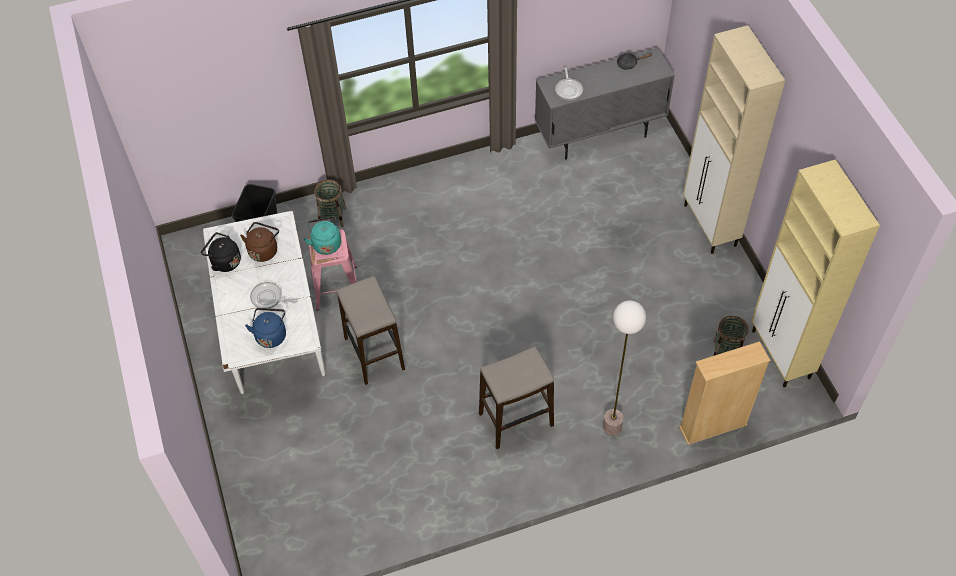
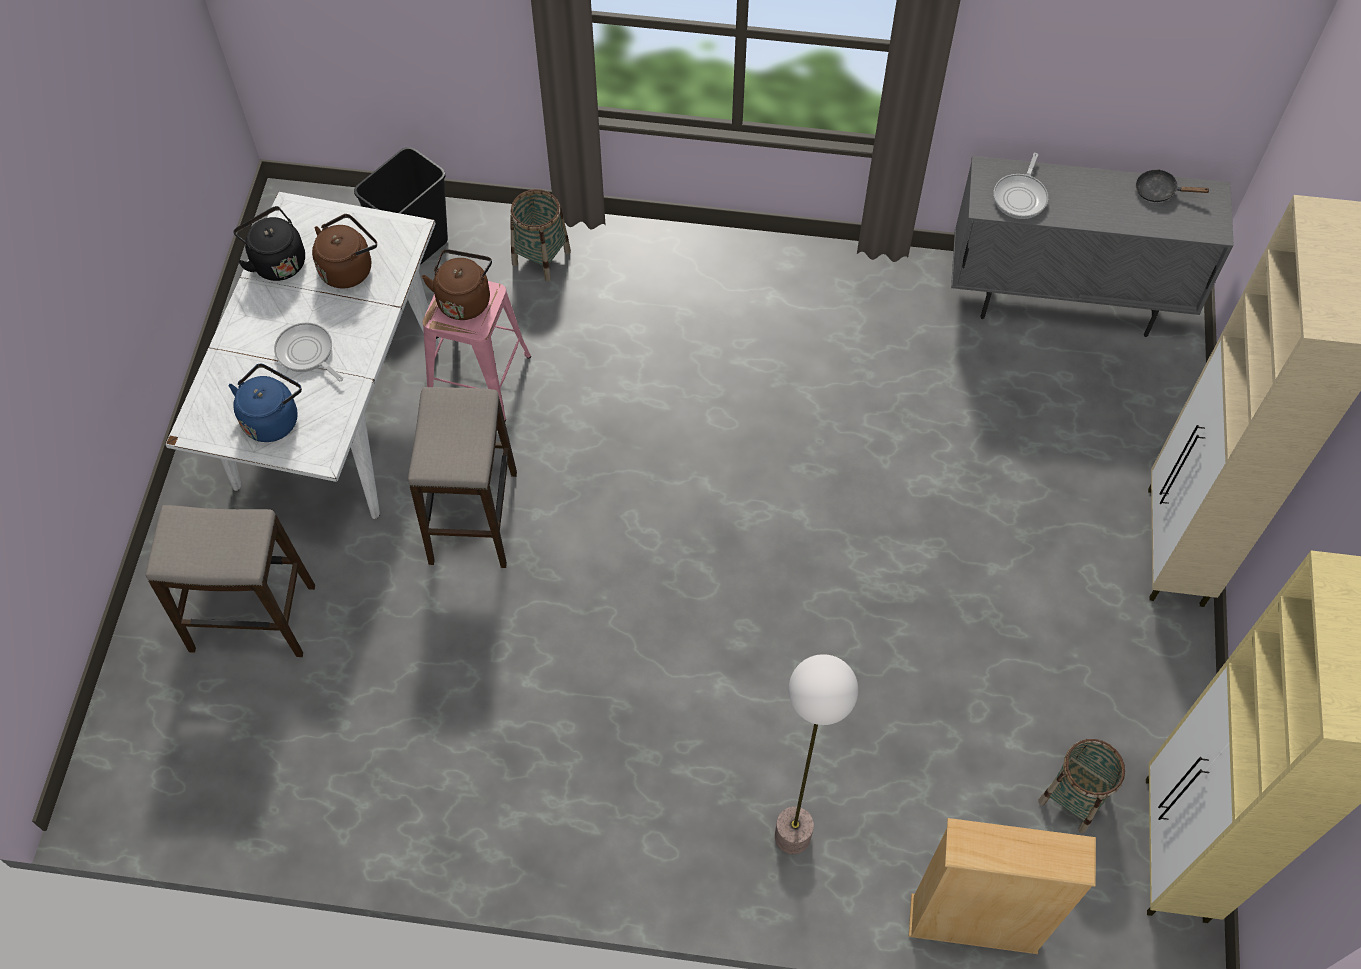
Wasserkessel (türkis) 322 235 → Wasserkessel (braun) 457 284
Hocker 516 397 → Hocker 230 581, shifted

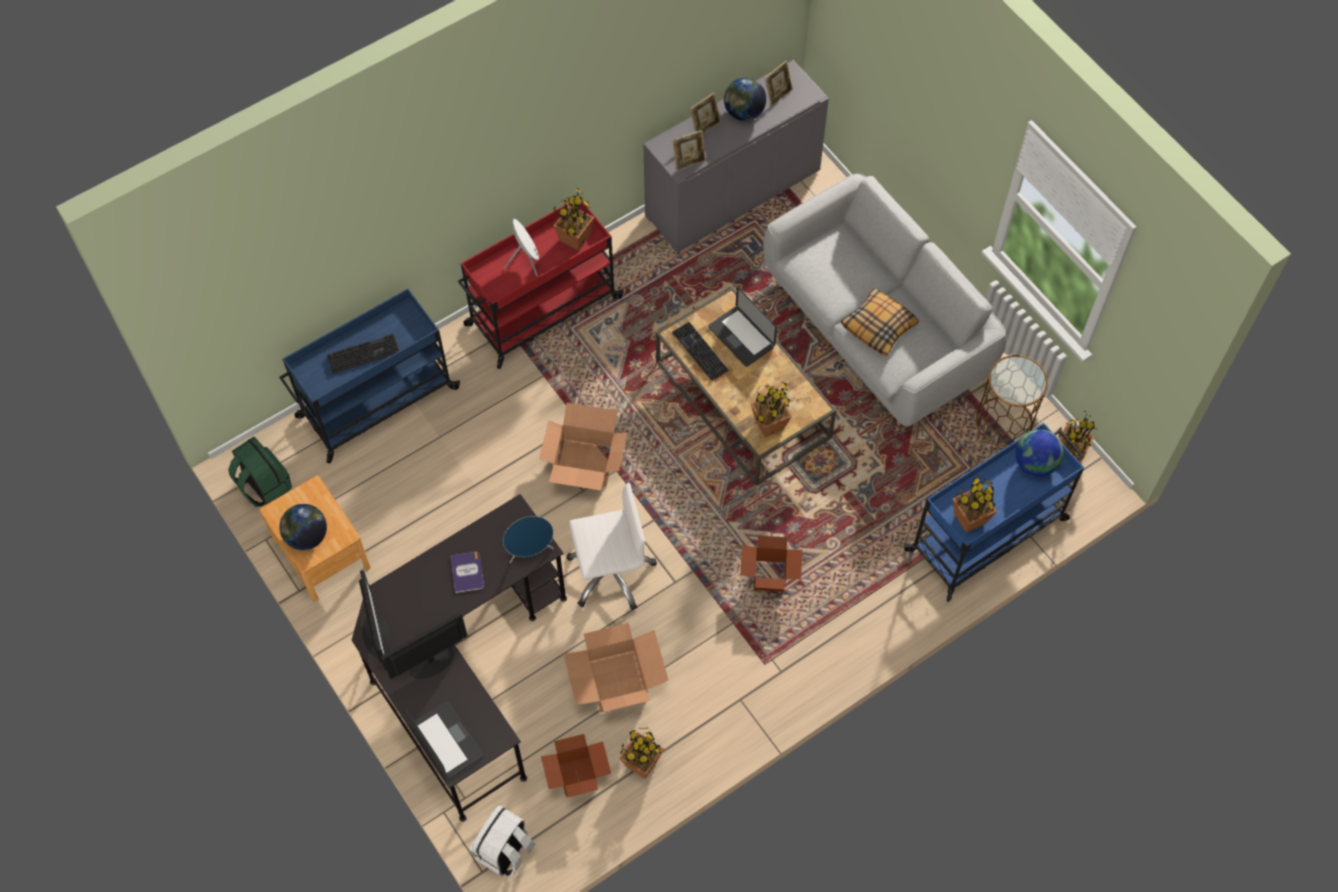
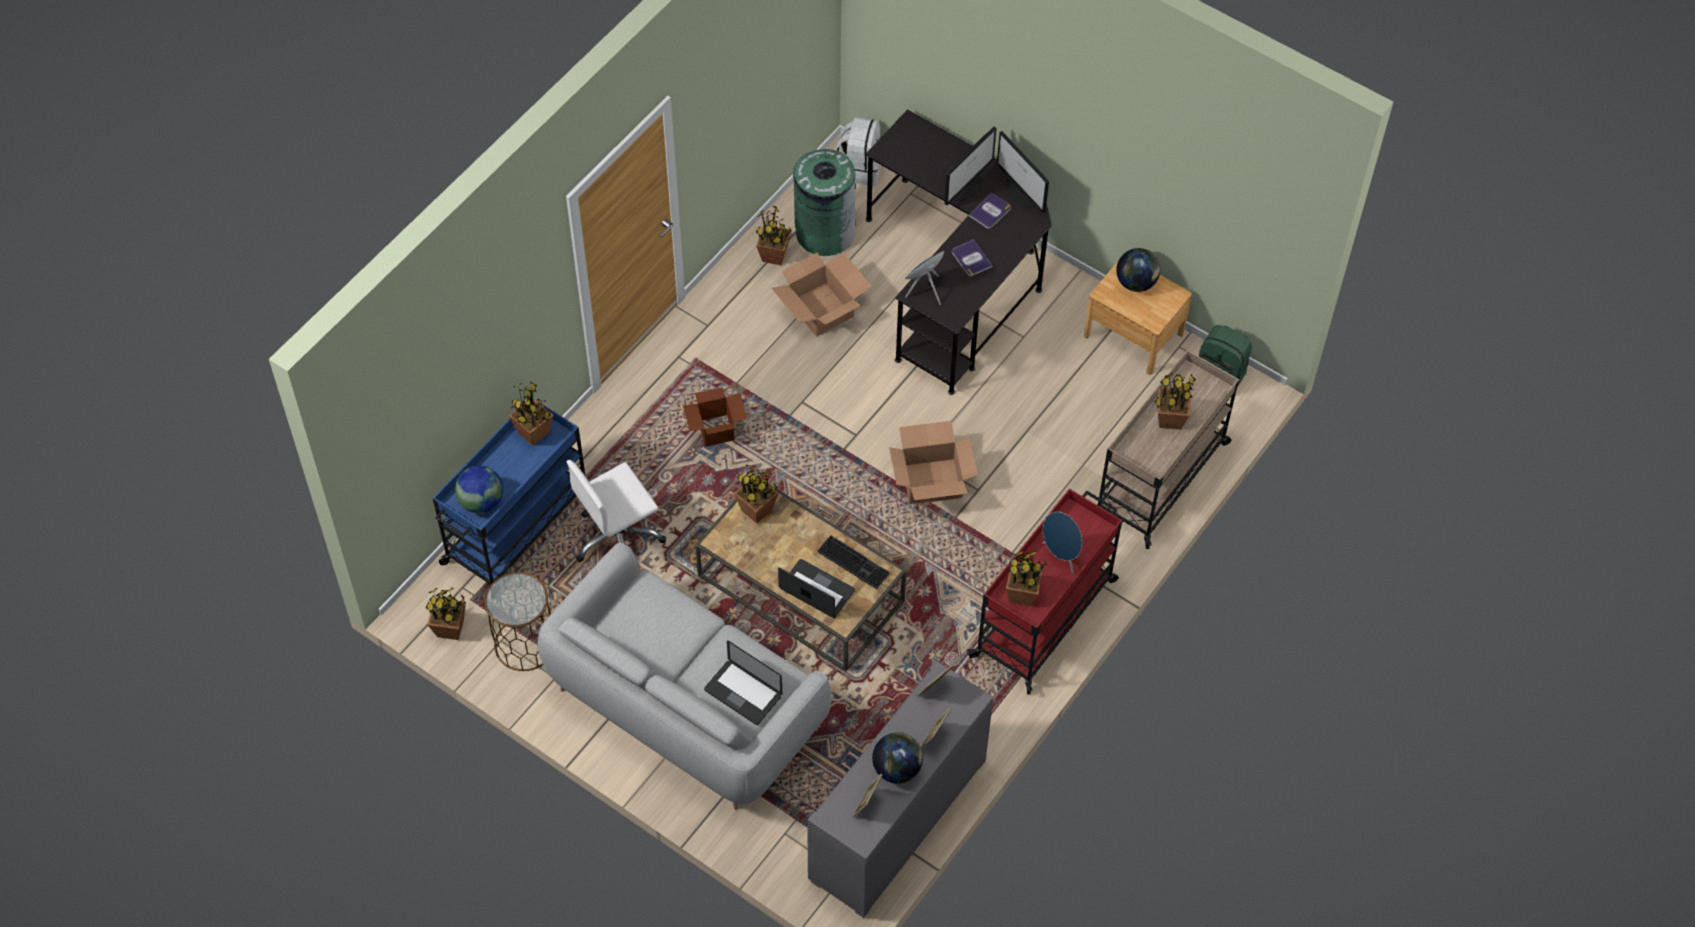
Lautsprecher (weiß) 521 247 → Lautsprecher (blau) 1062 543
Kissen 880 322 → -
Rollwagen (blau) 369 376 → Rollwagen (beige) 1168 449
Tastatur 363 354 → Topfpflanze 1175 401
Bürostuhl (weiß) 611 546 → Bürostuhl (weiß) 616 511, shifted
Laptop 445 740 → Laptop 743 682, shifted
Karton 576 765 → Mülleimer (grün) 824 201
- → Buch 990 211

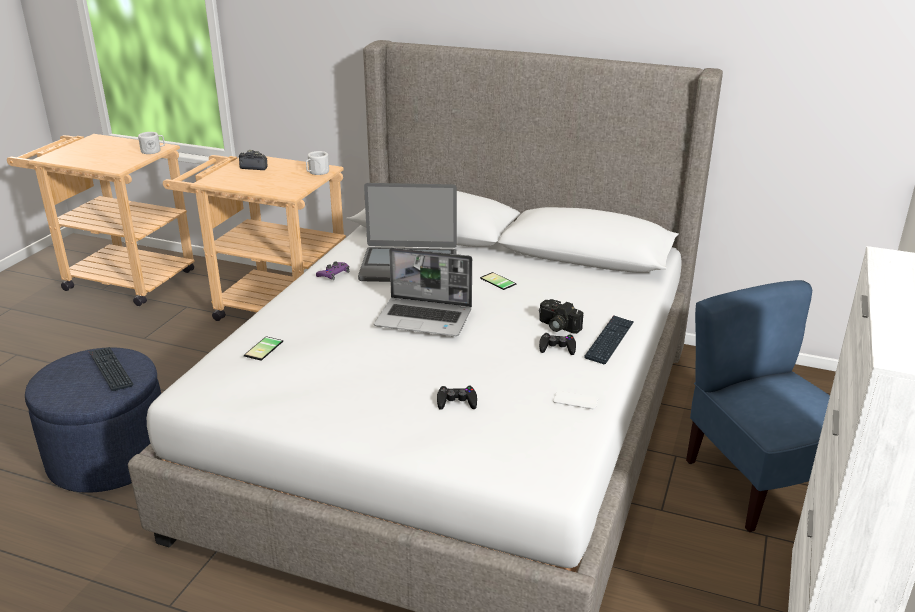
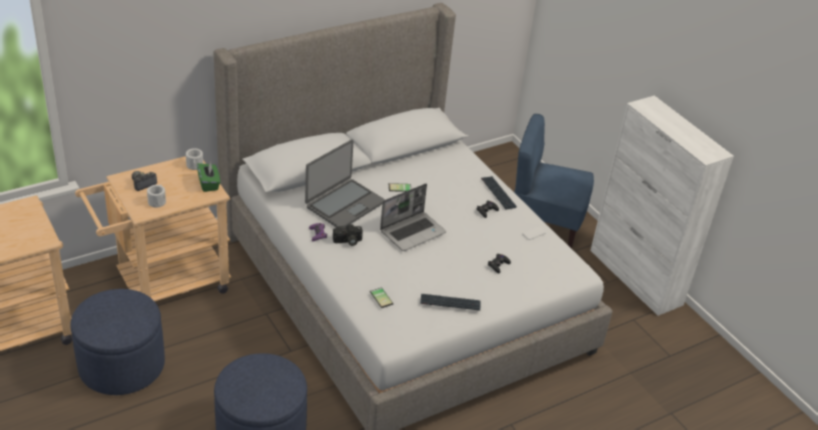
Henkelbecher (weiß) 151 143 → Henkelbecher (weiß) 156 196, shifted
Kamera 561 316 → Kamera 348 235, shifted
Tastatur 111 369 → Tastatur 450 302, shifted
- → Taschentuchbox (grün) 208 177
- → Polsterhocker (blau) 117 342

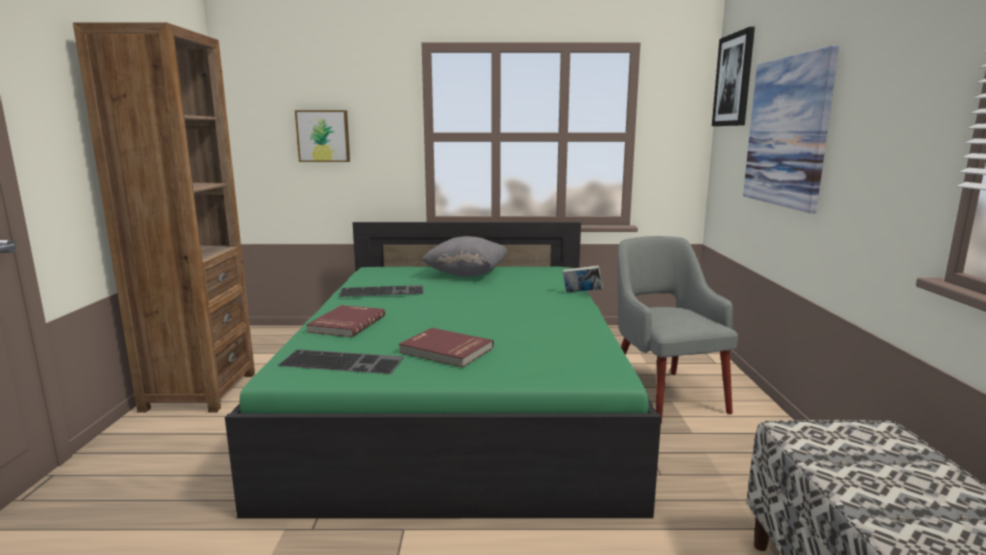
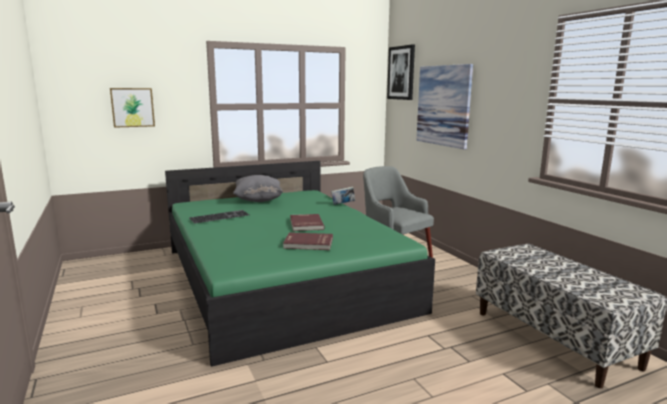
Bücherregal (braun) 164 217 → -
Buch (rot) 345 321 → Buch (rot) 307 222, shifted
Tastatur 340 361 → -

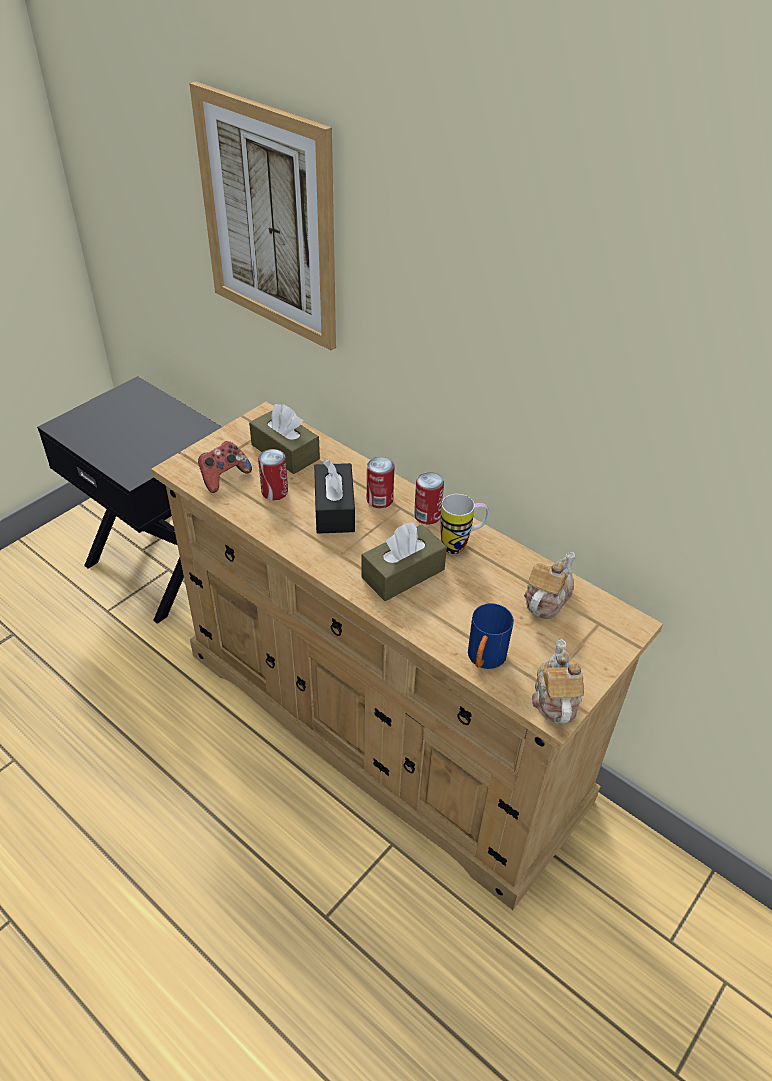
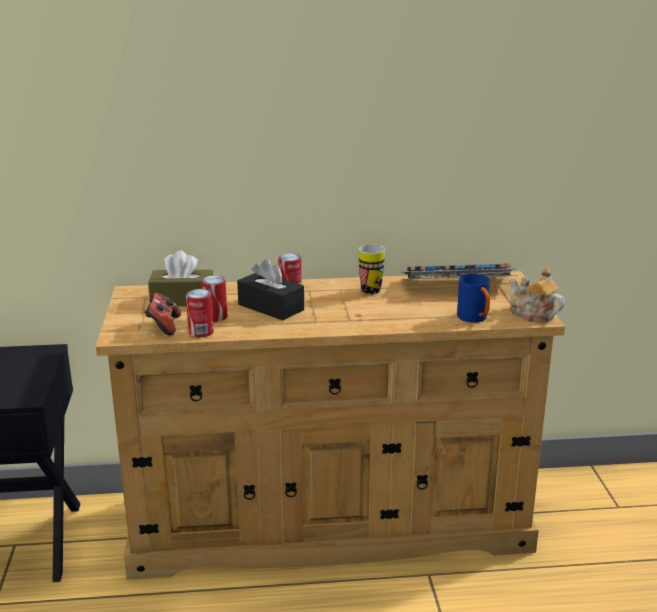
Bild 262 215 → -
Dose 429 498 → Dose 200 313, shifted
Taschentuchbox (braun) 404 561 → -
Teekanne 549 585 → Tastatur 459 271

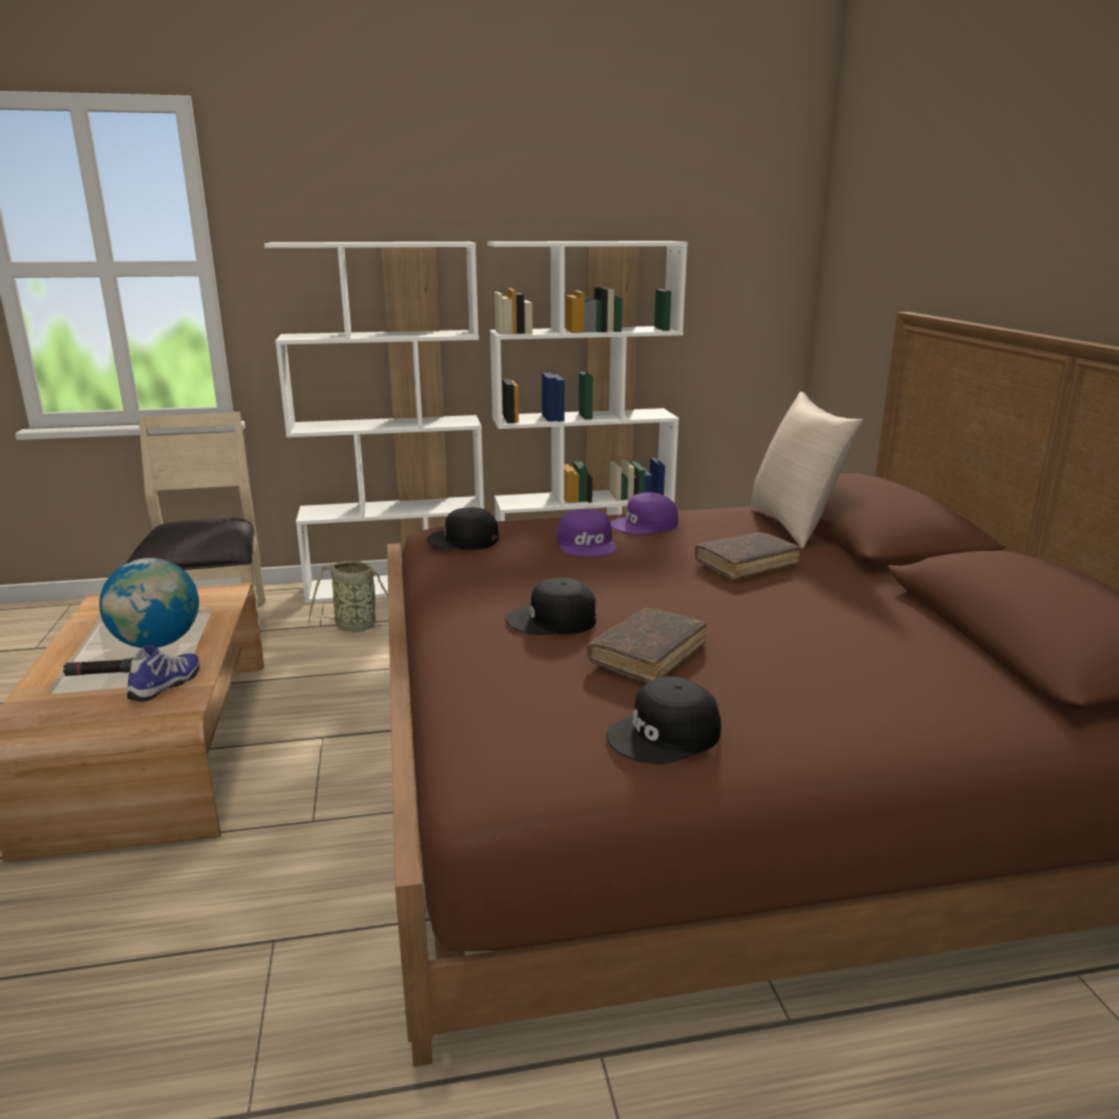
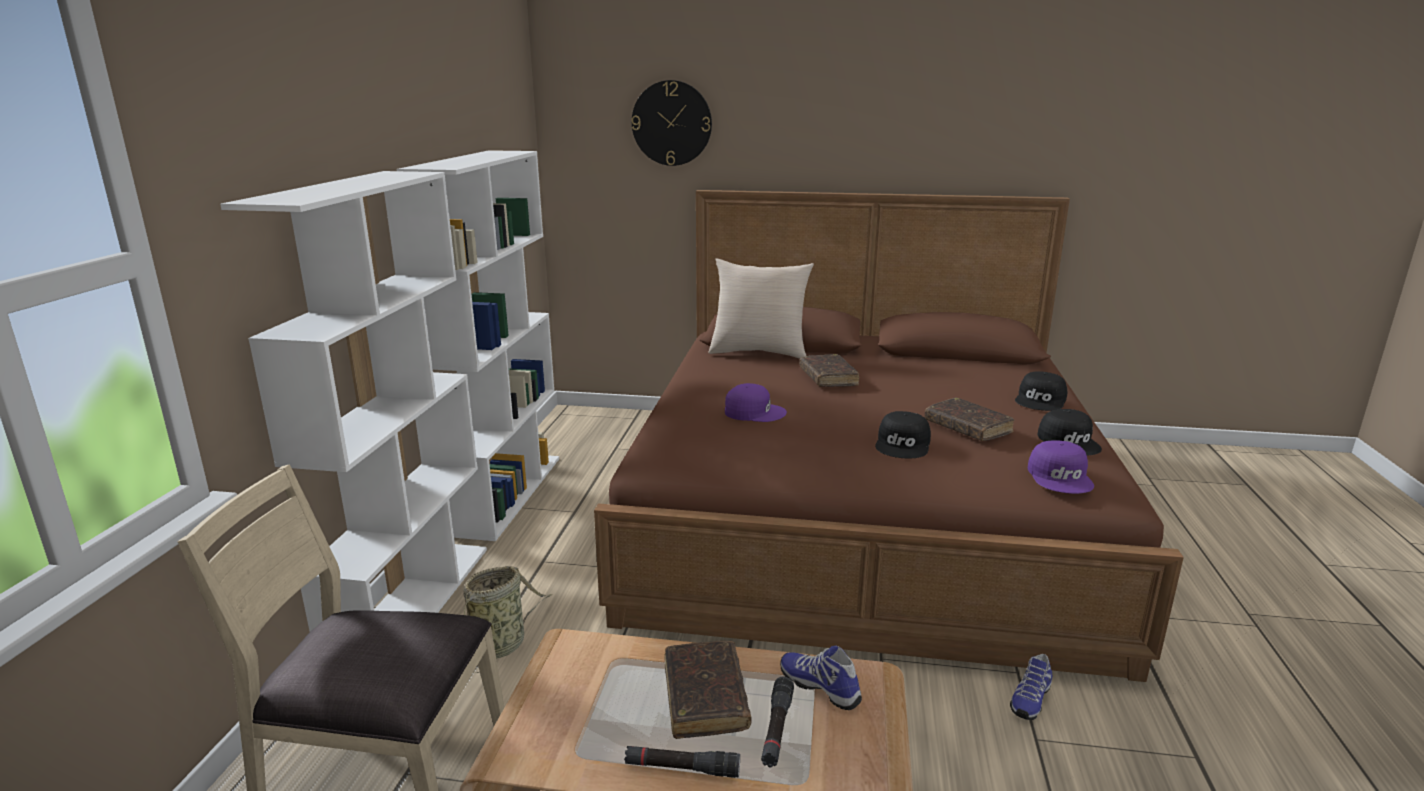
Kappe (lila) 644 513 → Kappe (lila) 1061 467, shifted
Kappe (schwarz) 463 528 → Kappe (schwarz) 1041 391, shifted
Globus 149 603 → Buch (braun) 708 690
- → Wanduhr 672 123
- → Schuh 1031 687
- → Taschenlampe (schwarz) 682 762

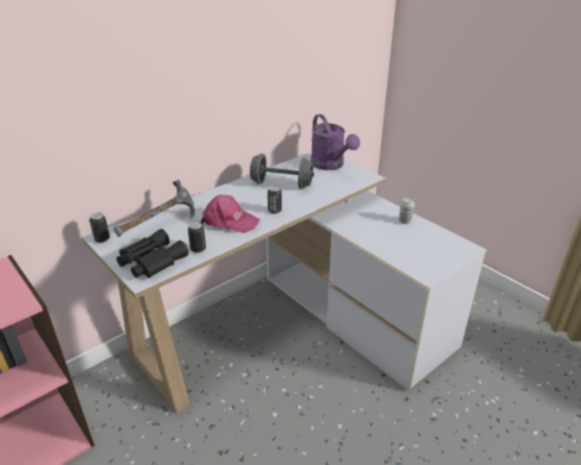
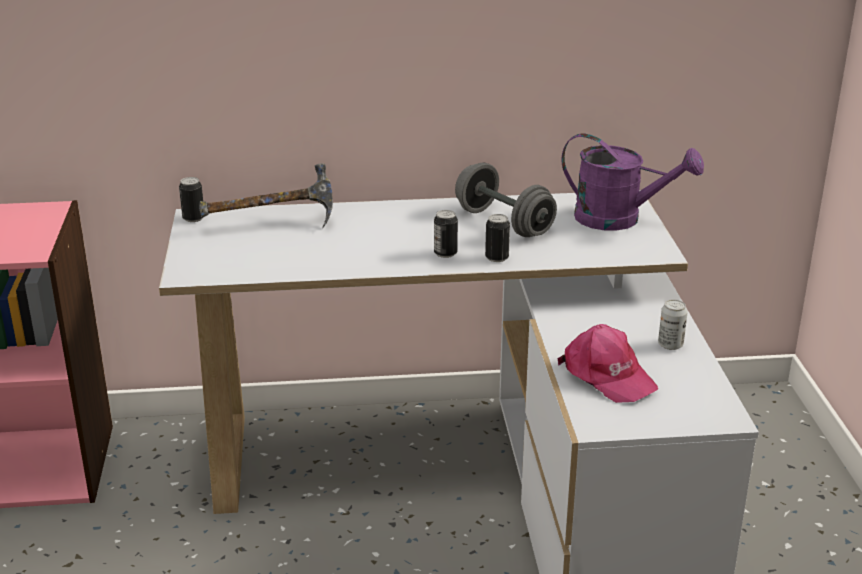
Gießkanne (lila) 335 142 → Gießkanne (lila) 632 182, 75 degrees counterclockwise
Kappe (rosa) 230 214 → Kappe (rosa) 608 363, shifted
Dose 197 237 → Dose 497 238, shifted
Fernglas (schwarz) 152 253 → -

